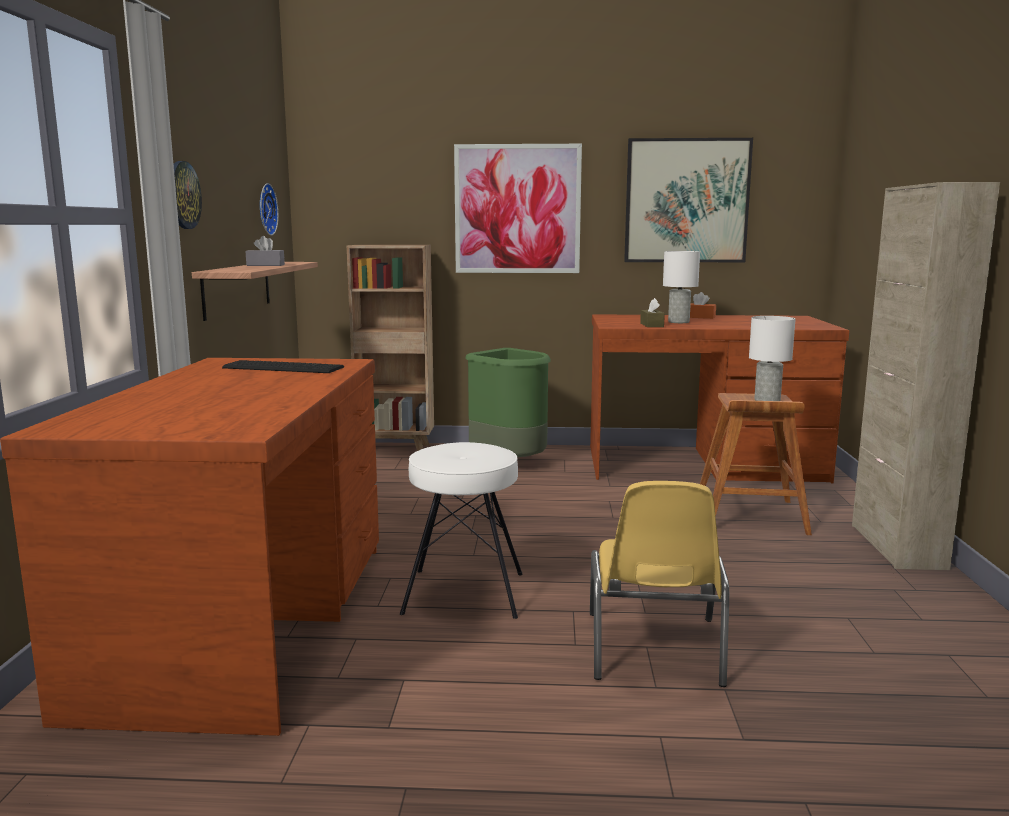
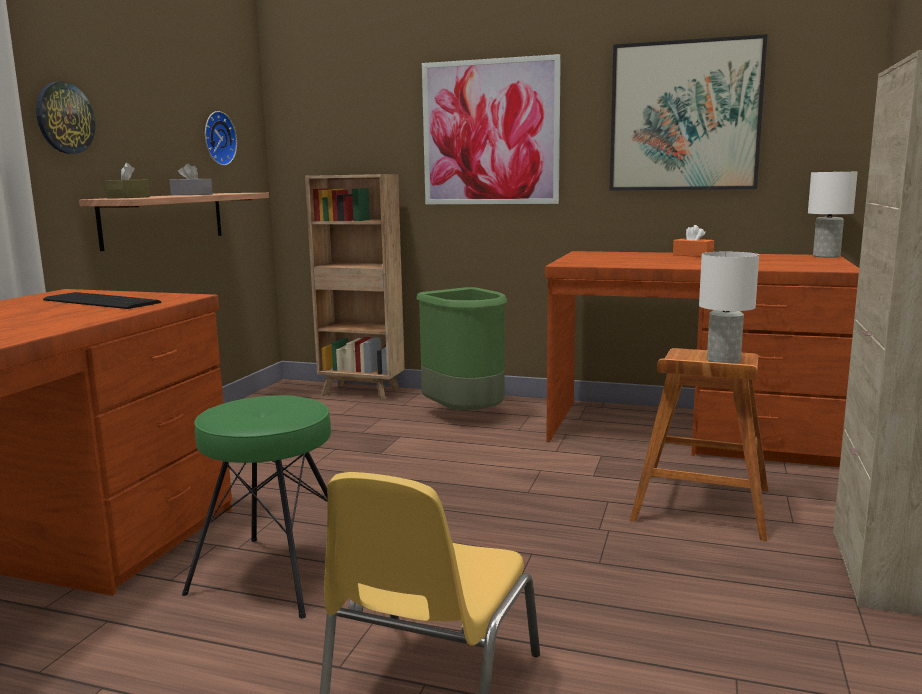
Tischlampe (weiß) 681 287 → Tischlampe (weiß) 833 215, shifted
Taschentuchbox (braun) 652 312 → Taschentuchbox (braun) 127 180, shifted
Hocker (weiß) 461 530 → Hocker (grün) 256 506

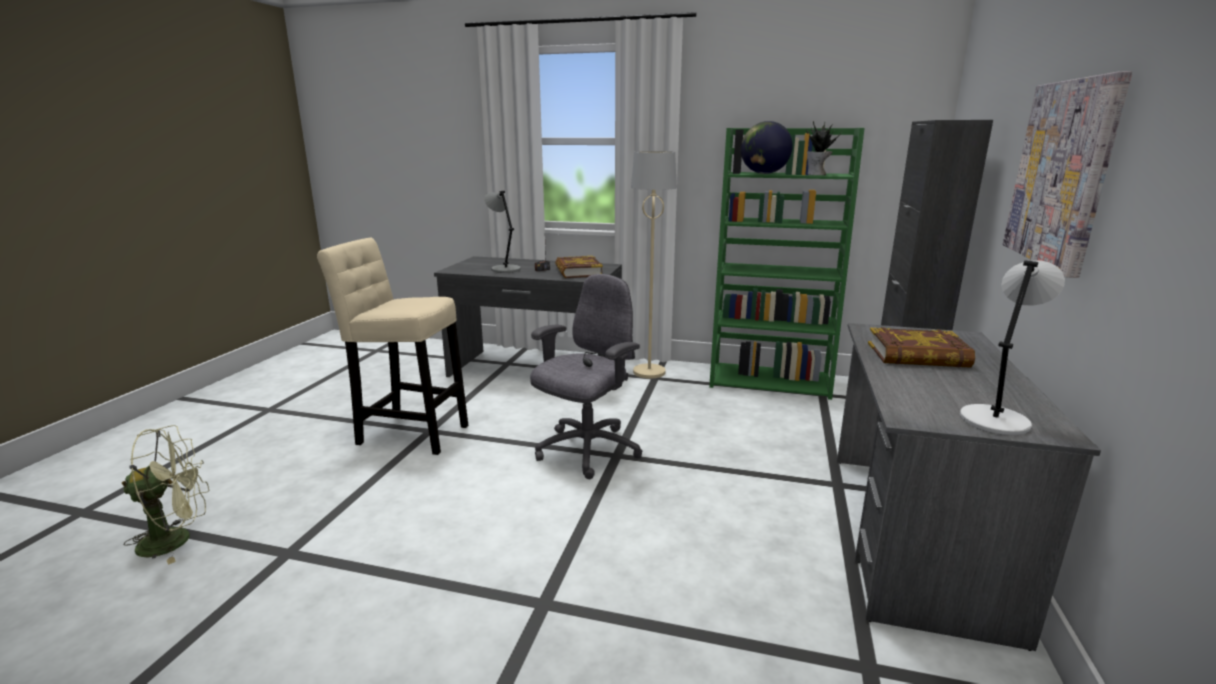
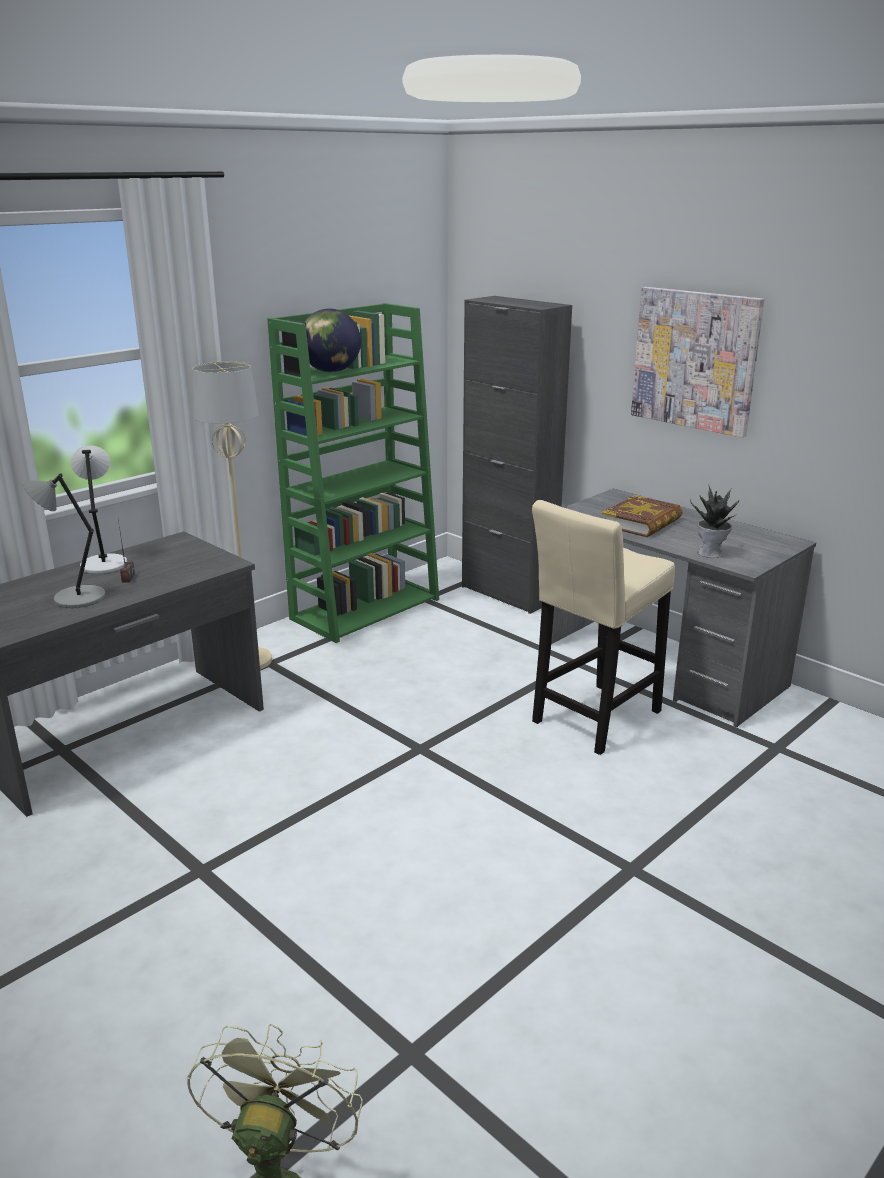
Topfpflanze 823 148 → Topfpflanze 714 521, shifted
Hocker (beige) 392 346 → Hocker (beige) 603 627, shifted
Buch 579 267 → -
Tischlampe (grau) 1012 347 → Tischlampe (grau) 99 509, shifted
Bürostuhl (grau) 586 376 → -

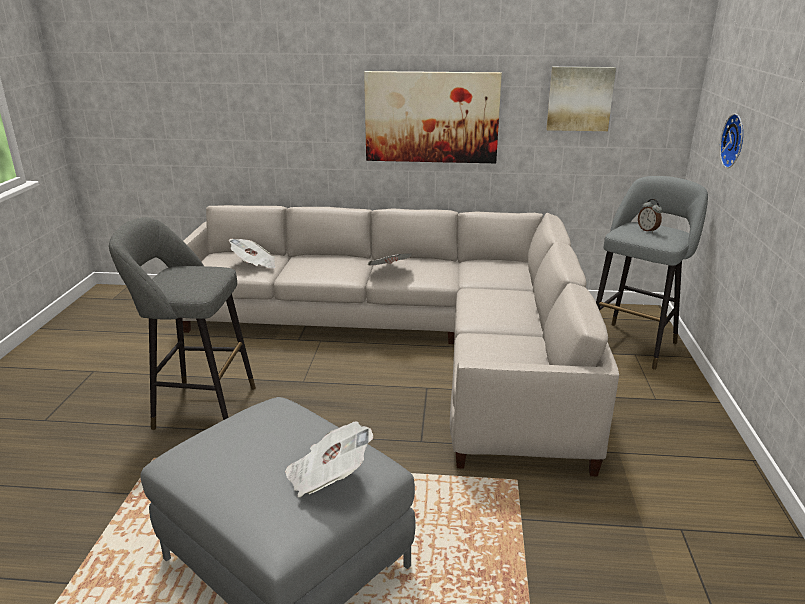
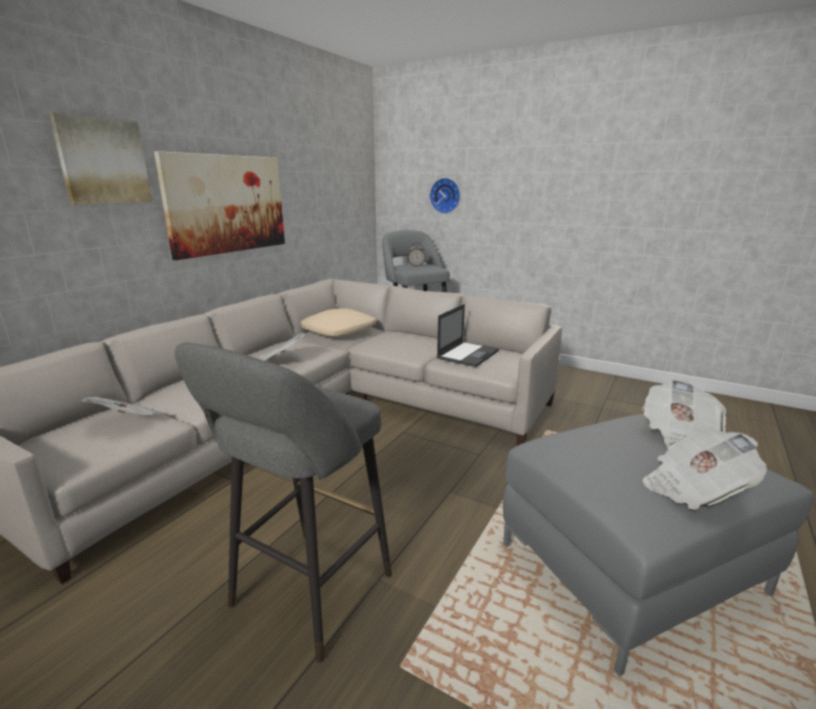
Bild 581 99 → Bild 100 158, shifted
- → Laptop 468 335
- → Kissen (beige) 338 323
- → Zeitung 704 469

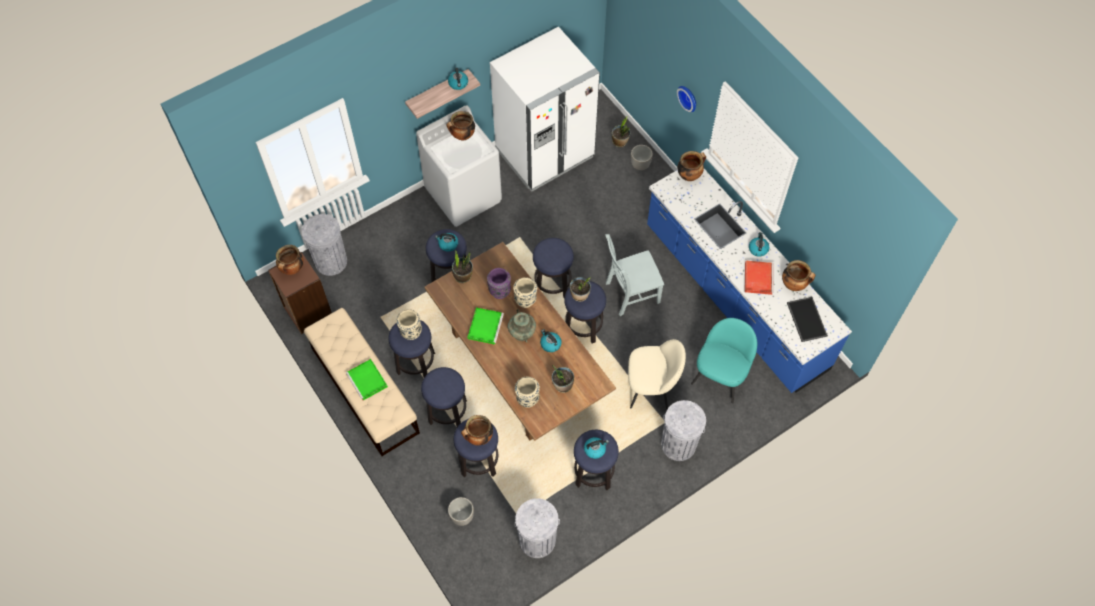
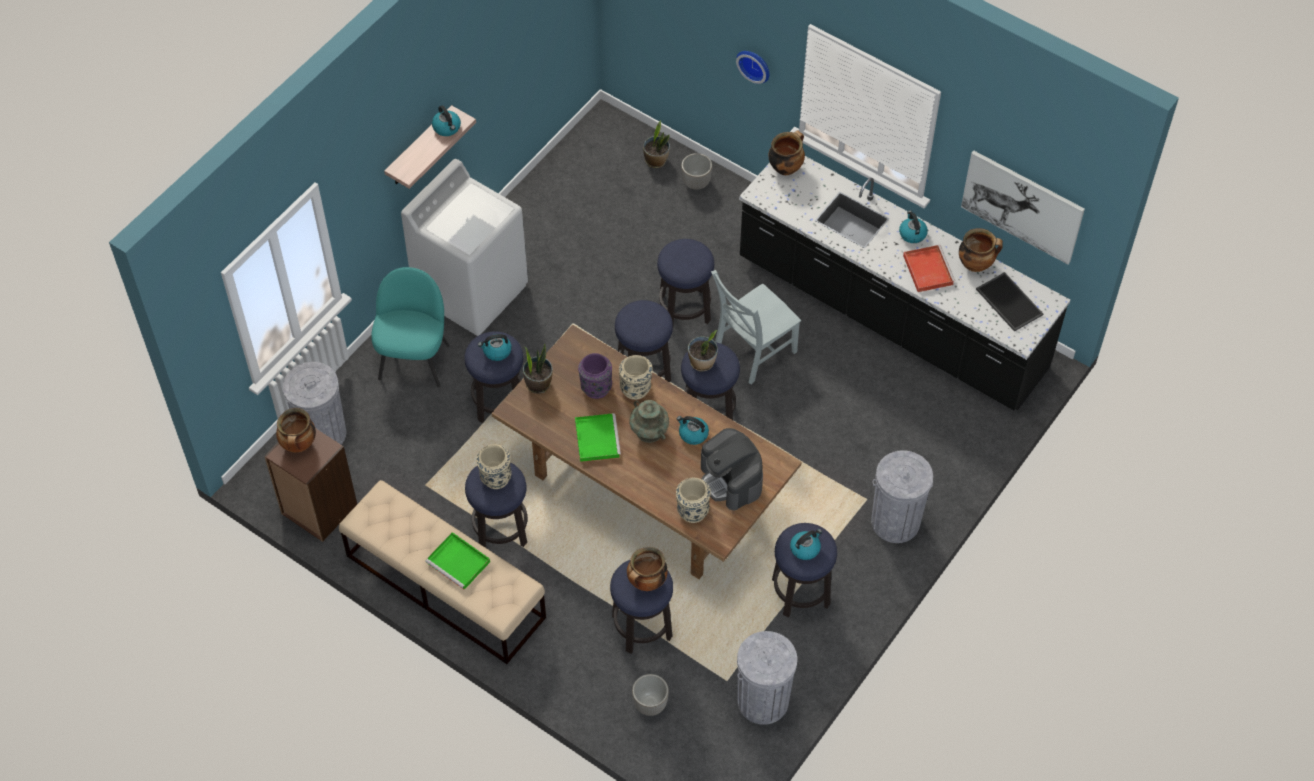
Kühlschrank (weiß) 545 109 → -
Kochtopf 460 126 → -
Küchenzeile (blau) 749 281 → Küchenzeile (schwarz) 904 283
Stuhl (türkis) 724 360 → Stuhl (türkis) 410 327, shifted
Stuhl (beige) 657 374 → -
Topfpflanze 563 379 → Kaffeemaschine 732 469
Hocker 444 397 → Hocker 685 281, shifted
- → Bild 1023 207

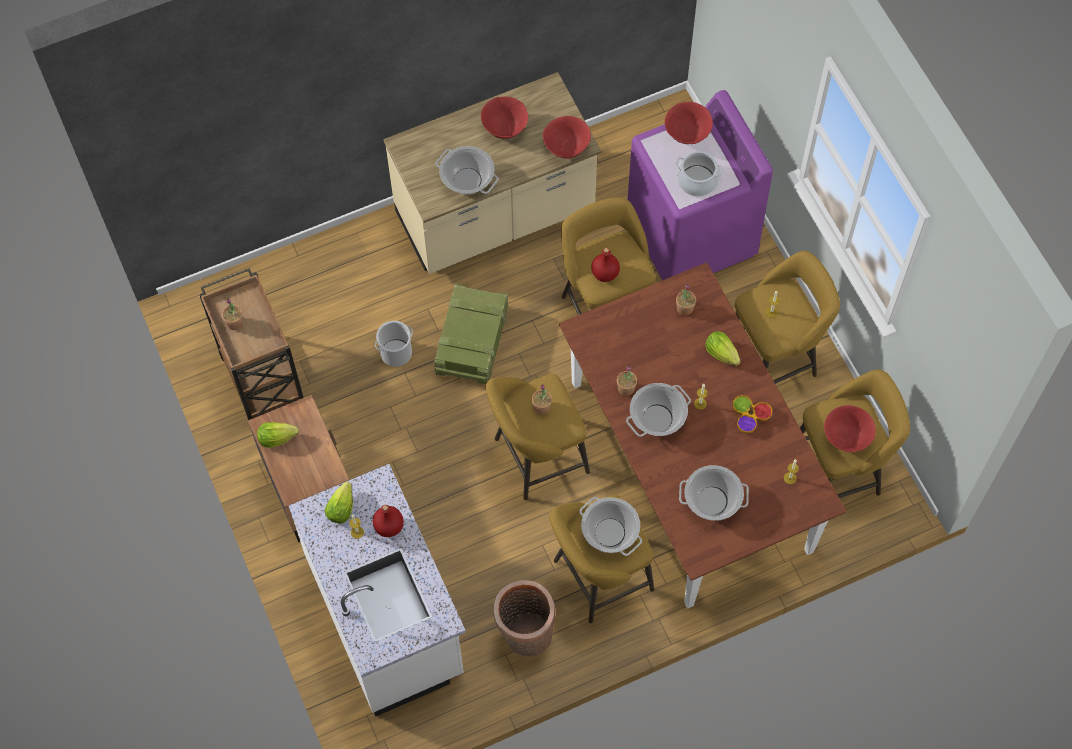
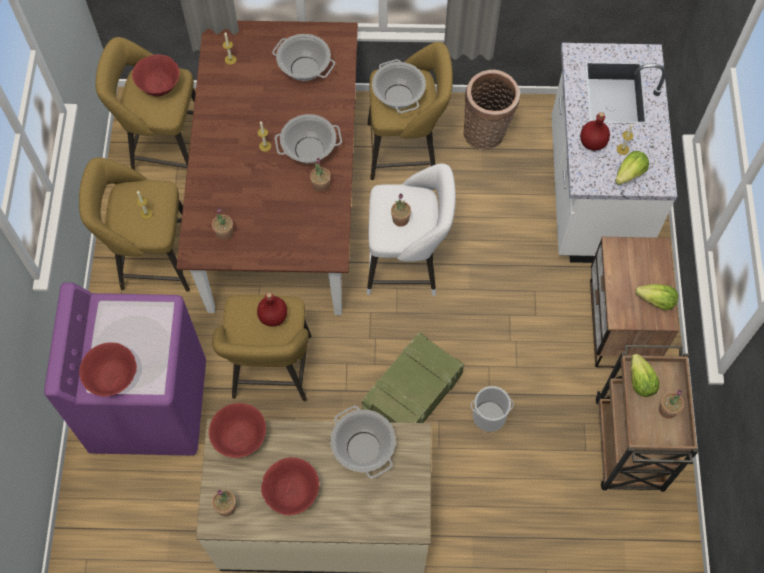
Kochtopf 699 174 → -
Salatkopf 723 348 → Salatkopf 645 375, shifted
Hocker (gelb) 538 437 → Hocker (weiß) 411 230
Schüssel 752 414 → -
- → Topfpflanze 224 503

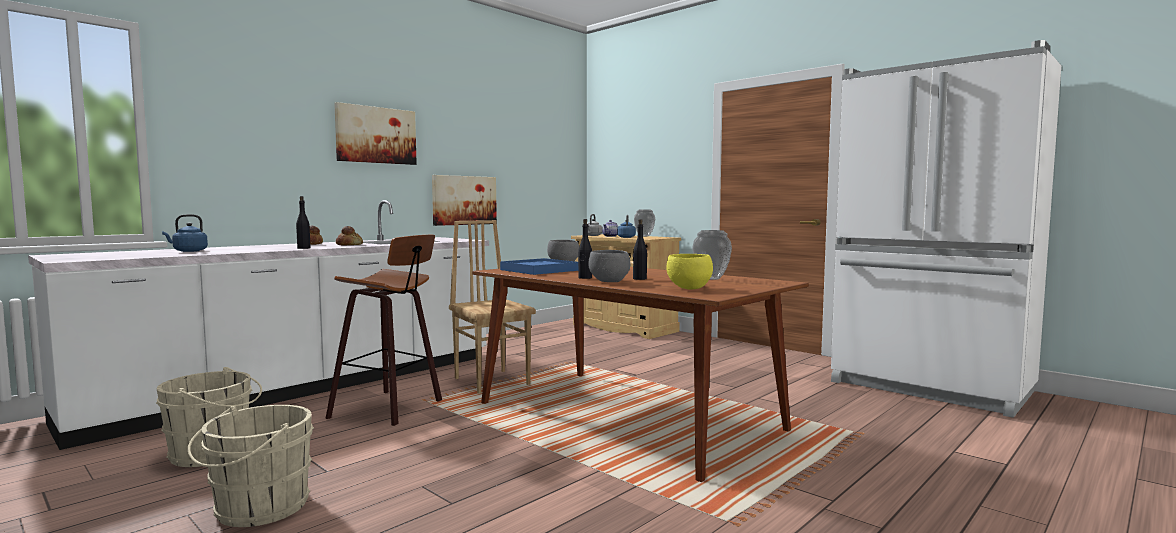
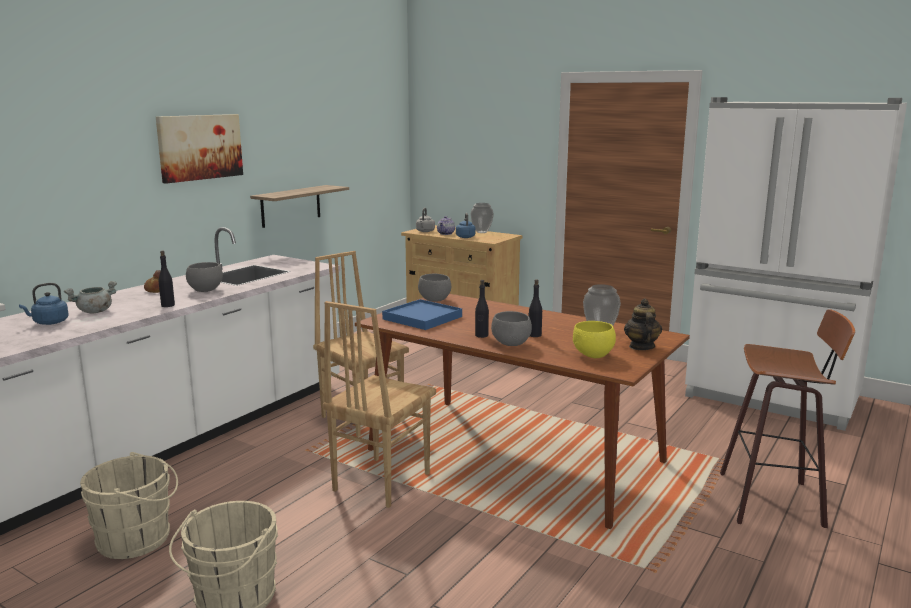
Bild 464 200 → Wandregal 299 206
Brot 349 235 → Schüssel (grau) 204 277
Hocker 383 330 → Hocker 787 418, shifted
- → Kochtopf (grau) 90 297
- → Teekanne 643 324
- → Stuhl (braun) 379 404

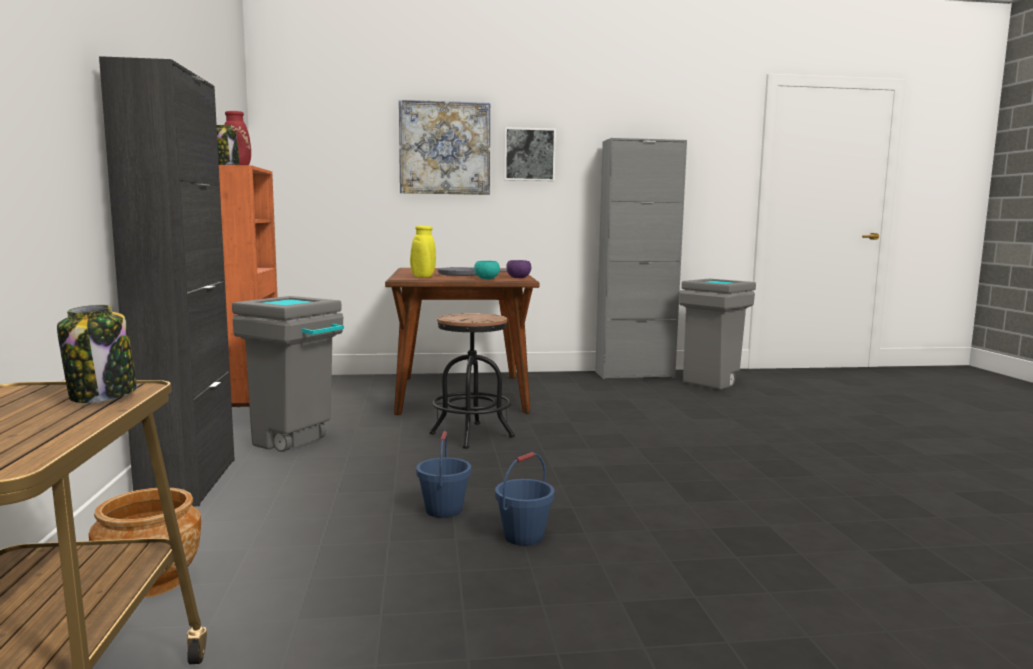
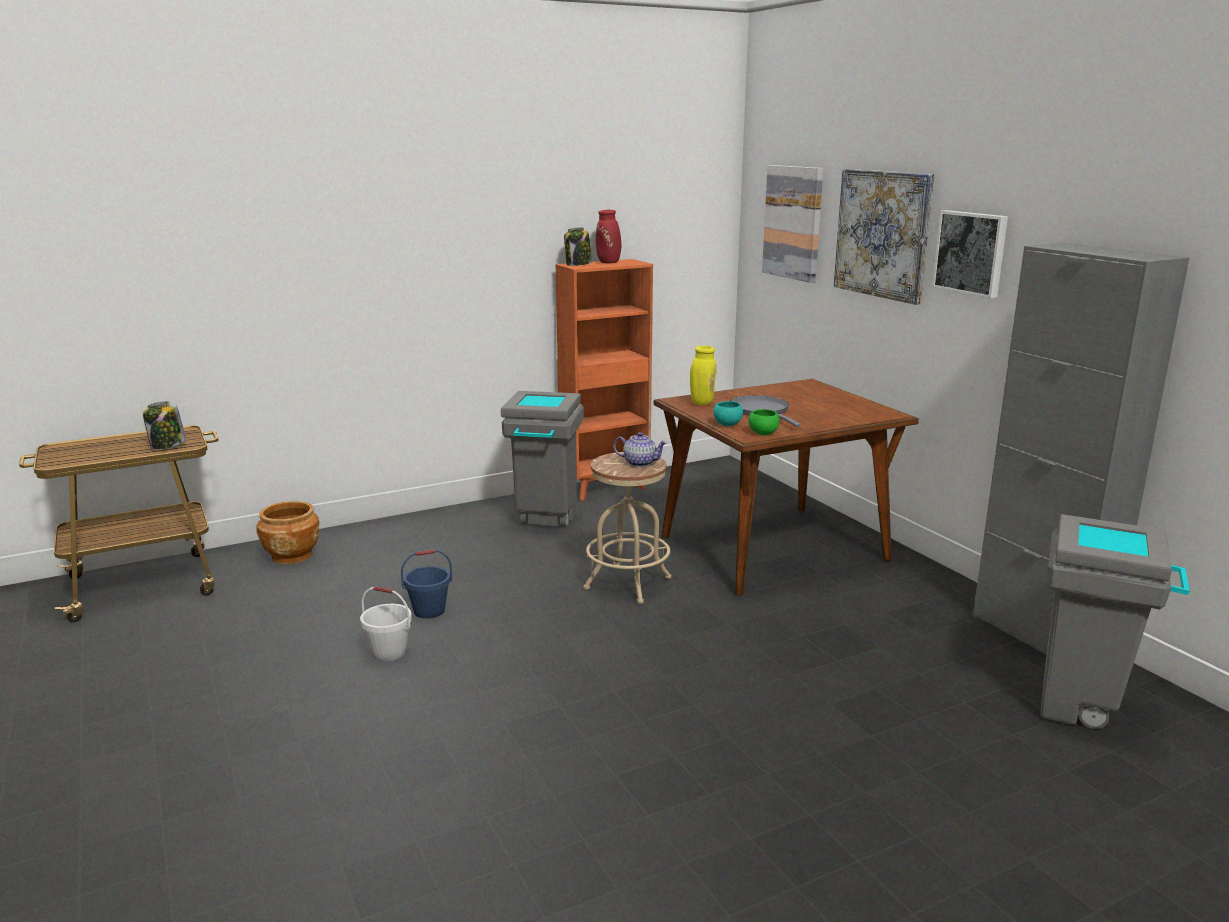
Schrank (schwarz) 167 281 → -
Schüssel (lila) 518 269 → Schüssel (grün) 763 422
Hocker (schwarz) 472 381 → Hocker (beige) 627 528
Eimer (blau) 524 499 → Eimer (weiß) 386 623
- → Bild 792 224
- → Teekanne 640 449

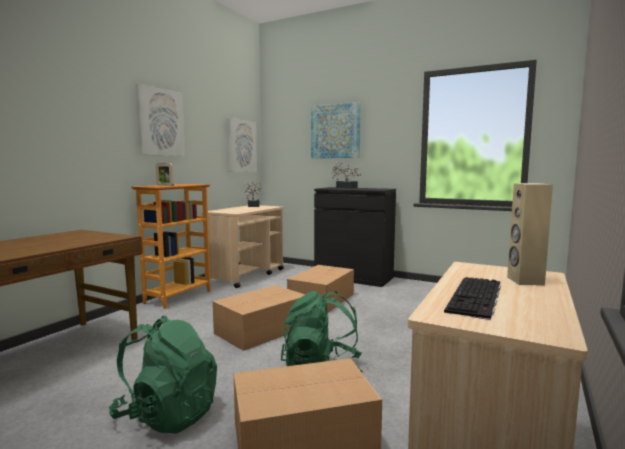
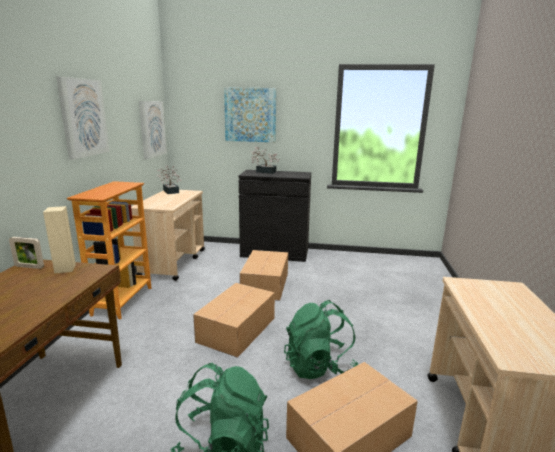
Bilderrahmen 164 174 → Bilderrahmen 26 253, shifted
Lautsprecher (beige) 530 234 → Lautsprecher (beige) 59 240, shifted
Tastatur 472 298 → -

